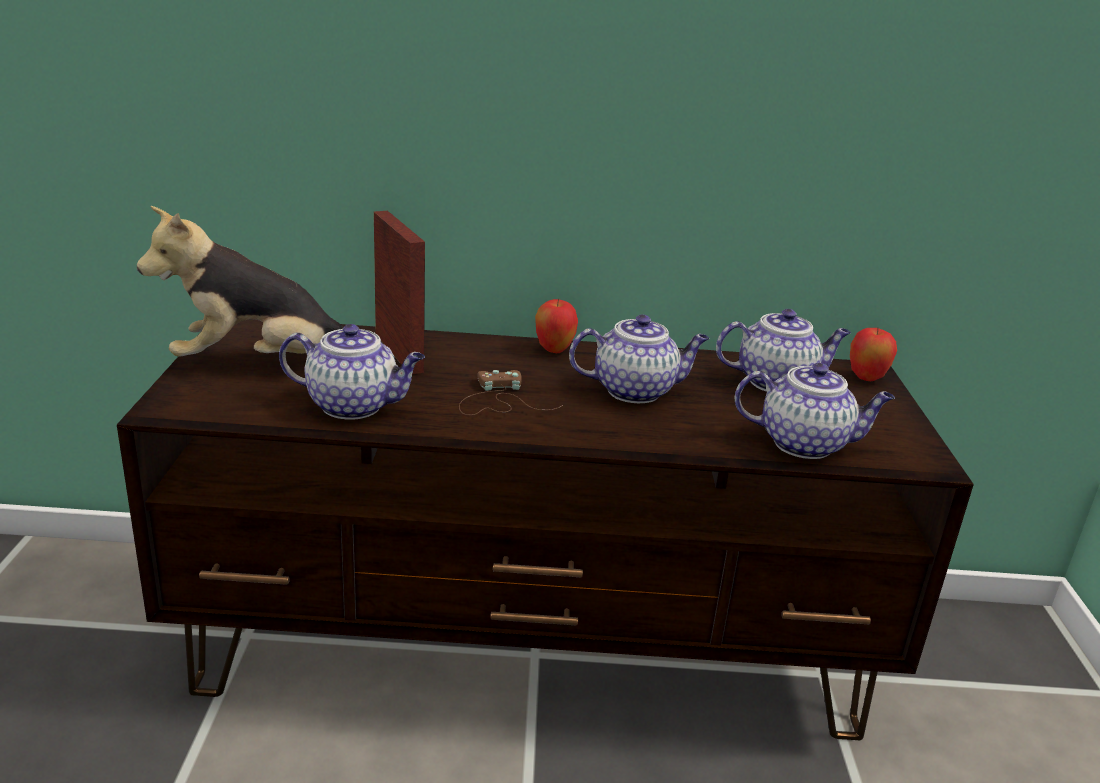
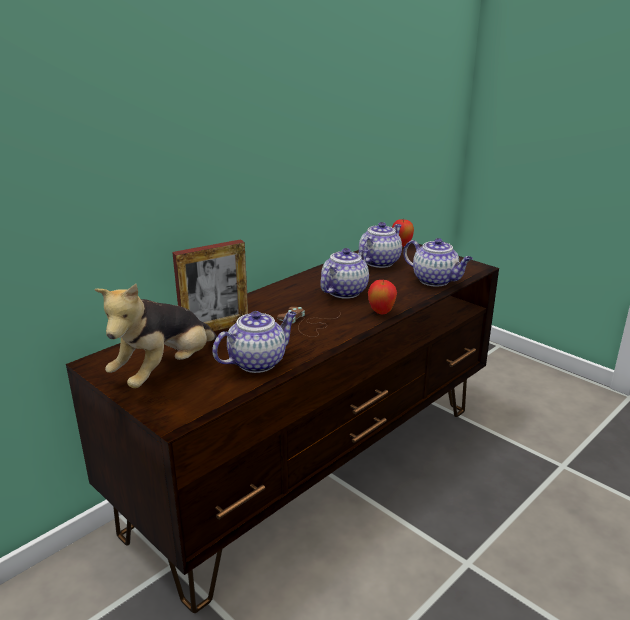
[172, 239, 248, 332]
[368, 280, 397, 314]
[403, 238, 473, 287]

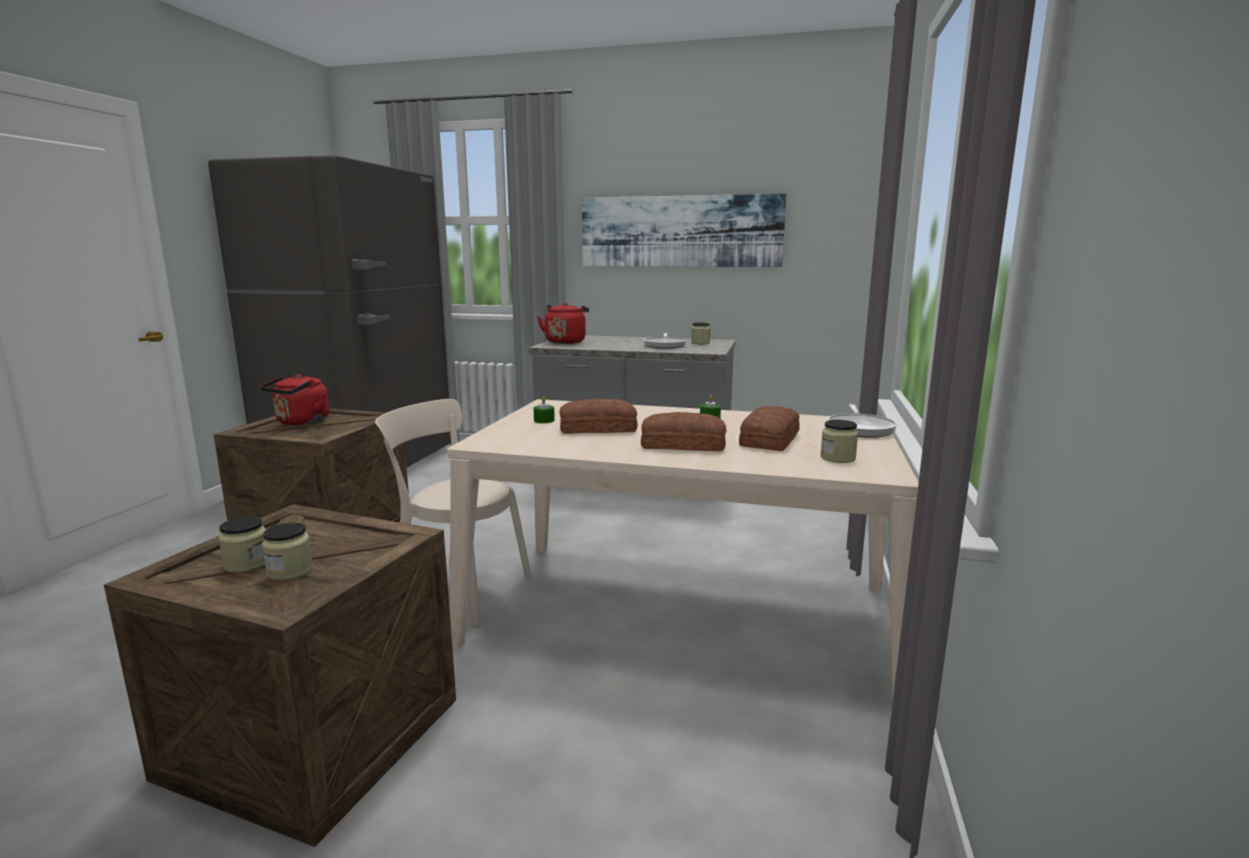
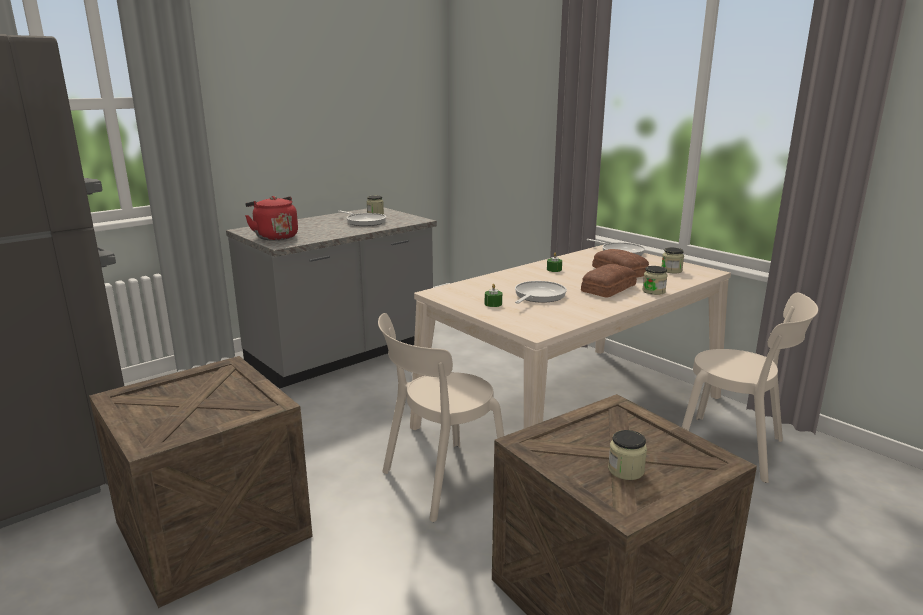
[260, 374, 329, 426] (first image)
[642, 266, 667, 295]
[515, 281, 567, 303]
[582, 194, 786, 267] (first image)
[682, 293, 818, 483]

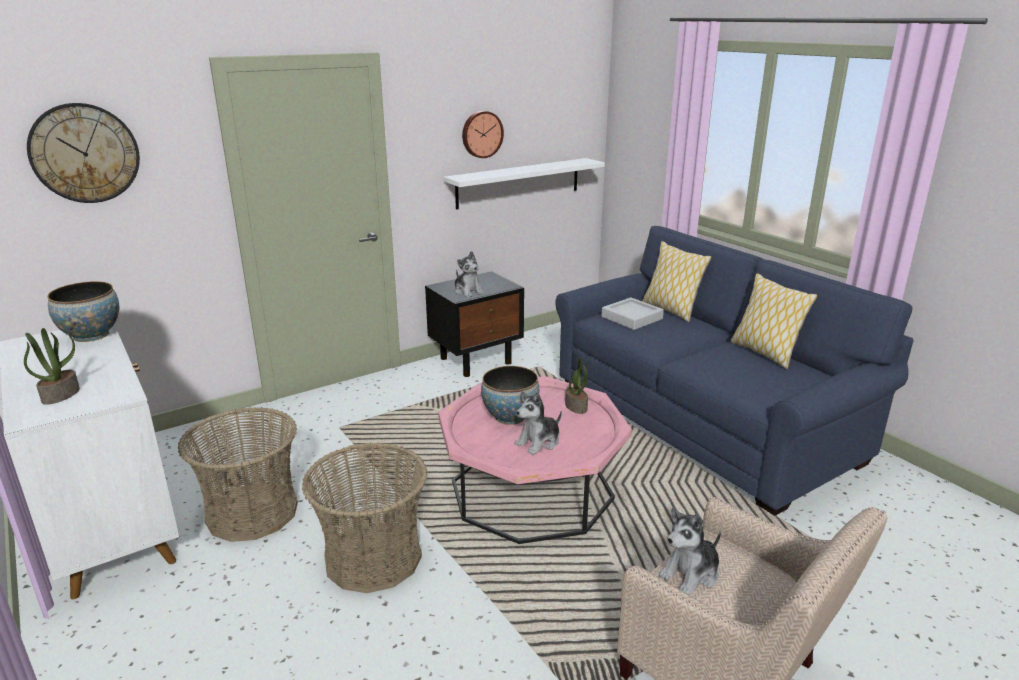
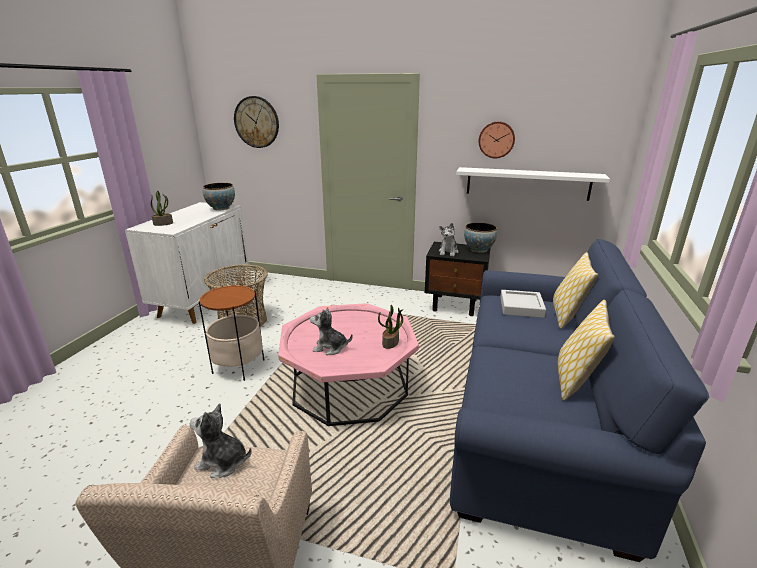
[199, 285, 265, 381]
[464, 223, 497, 253]

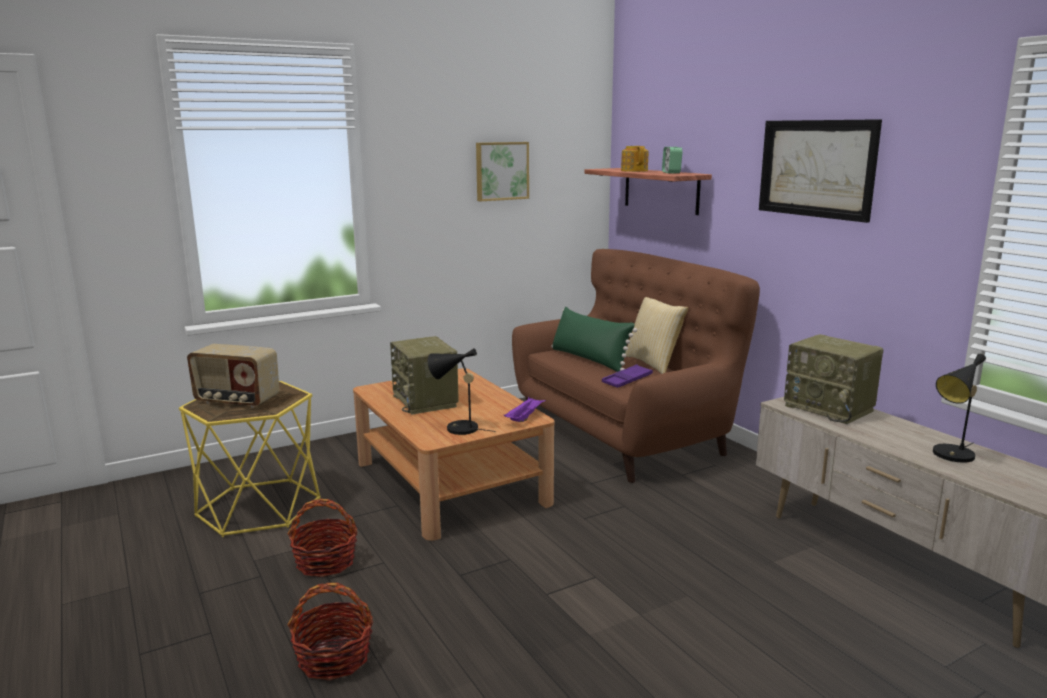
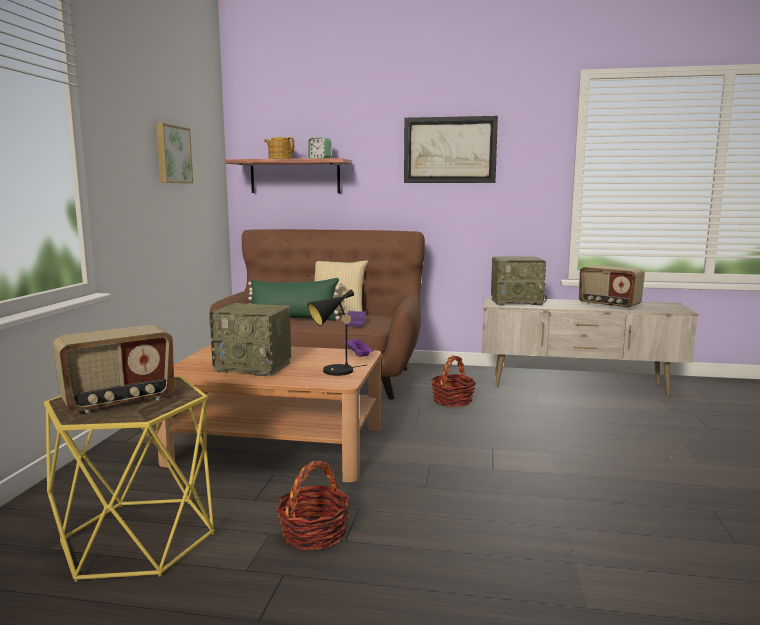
[431, 355, 476, 407]
[579, 265, 645, 309]

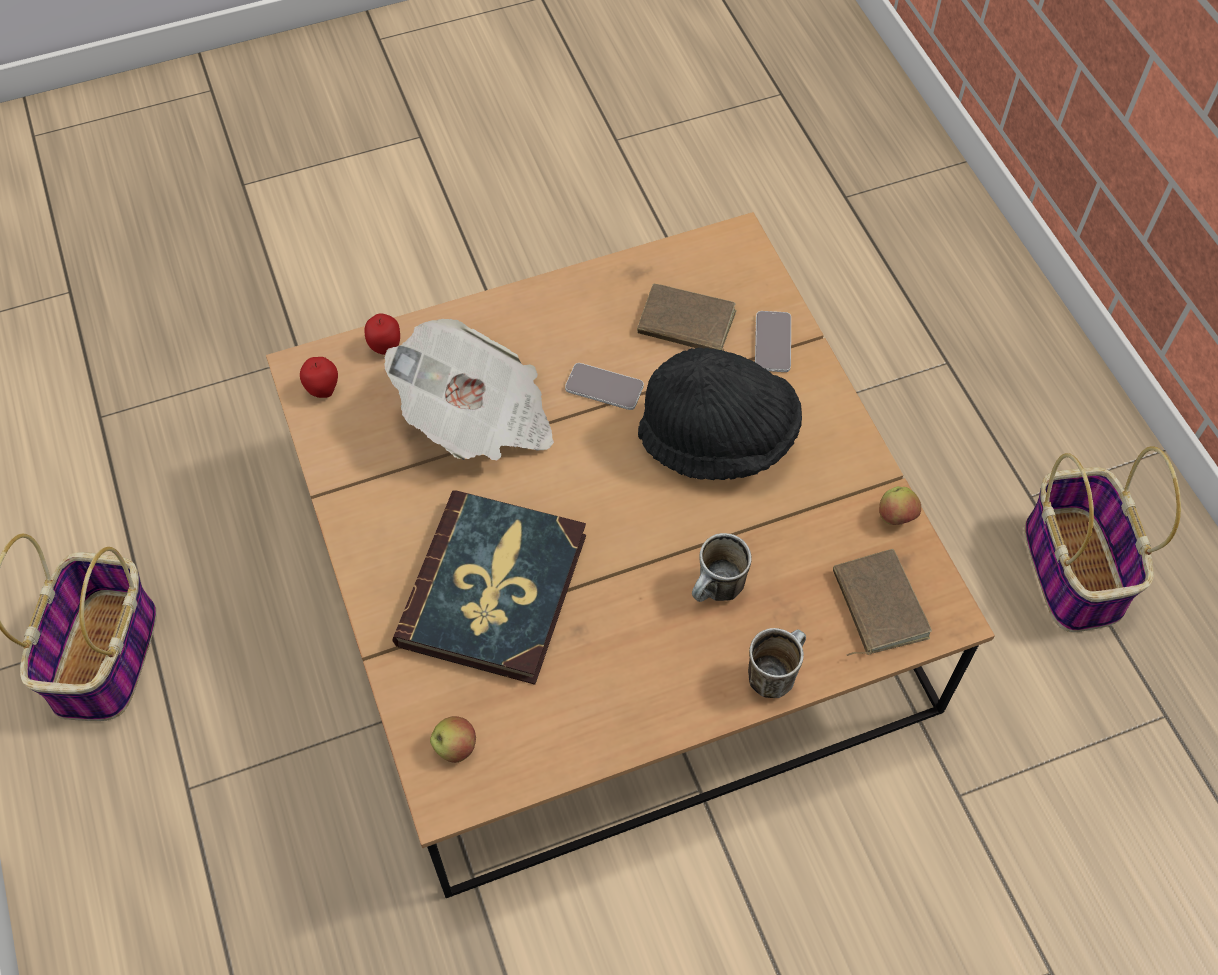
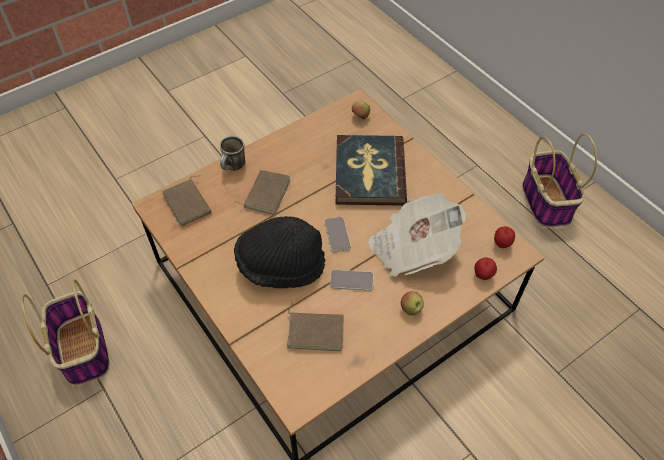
[234, 170, 291, 215]
[325, 217, 351, 252]
[401, 291, 424, 315]

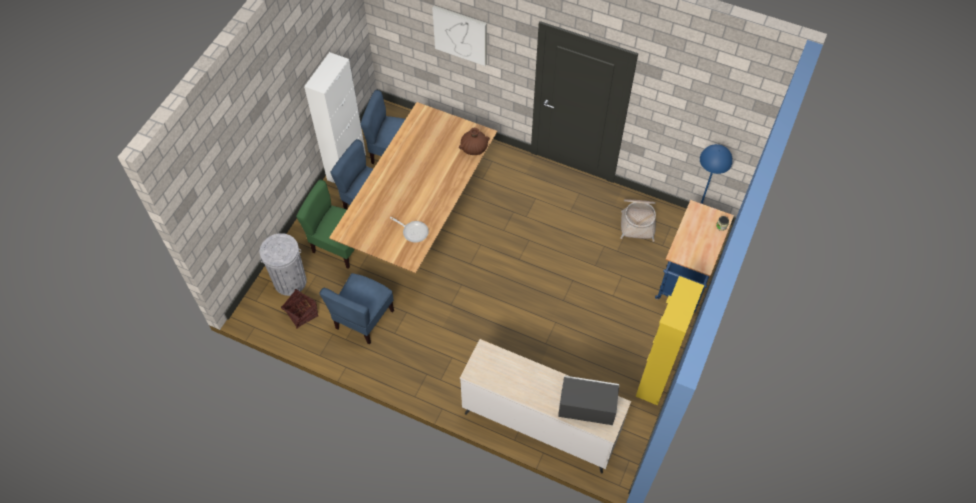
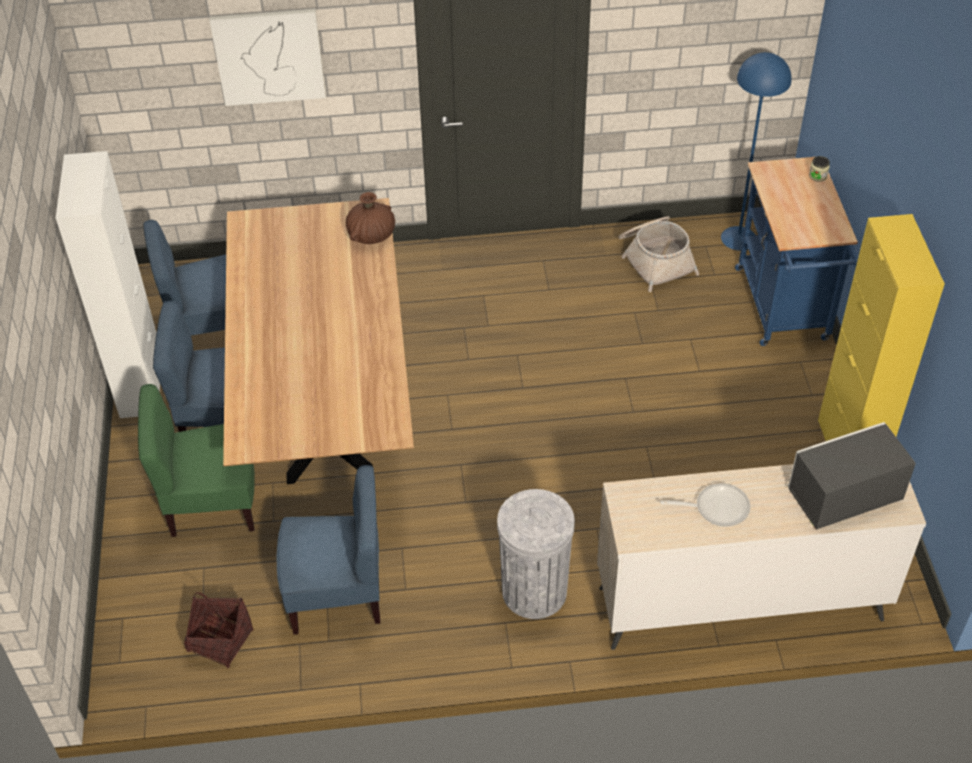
[497, 489, 575, 619]
[277, 465, 380, 635]
[660, 483, 751, 527]

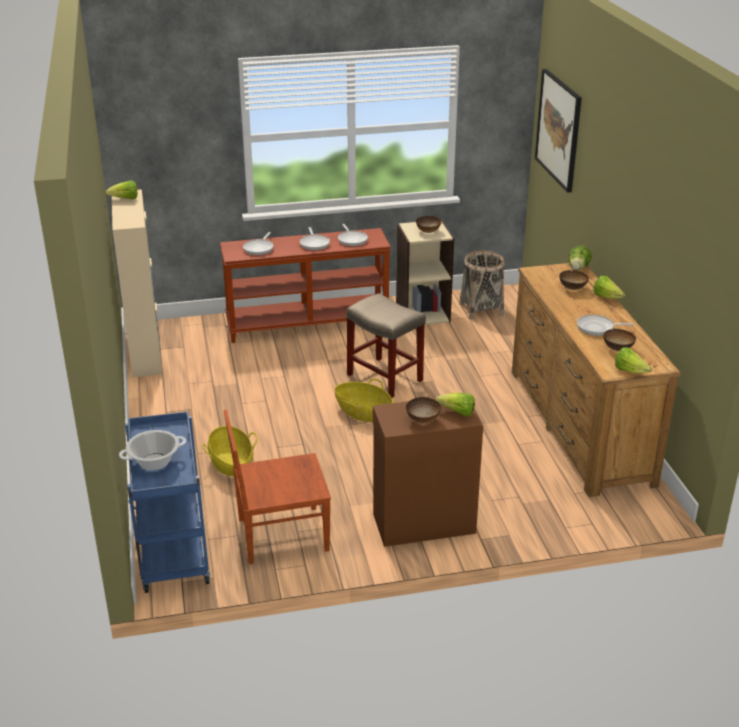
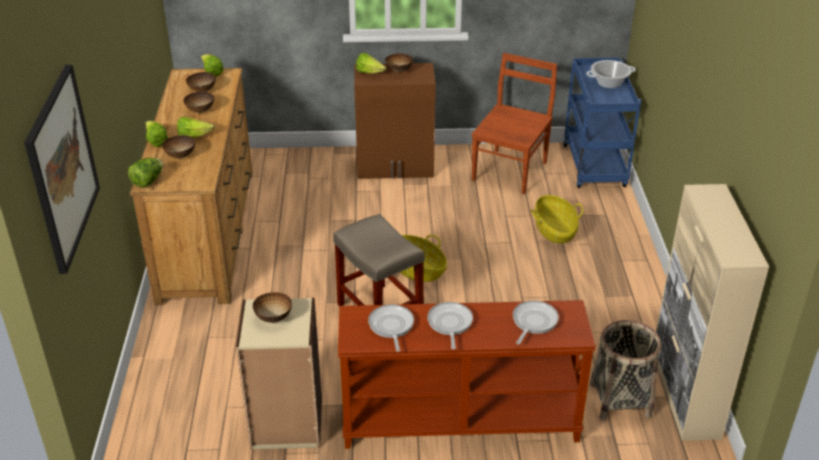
[177, 117, 215, 138]
[472, 53, 557, 194]
[590, 320, 662, 420]
[183, 91, 214, 113]

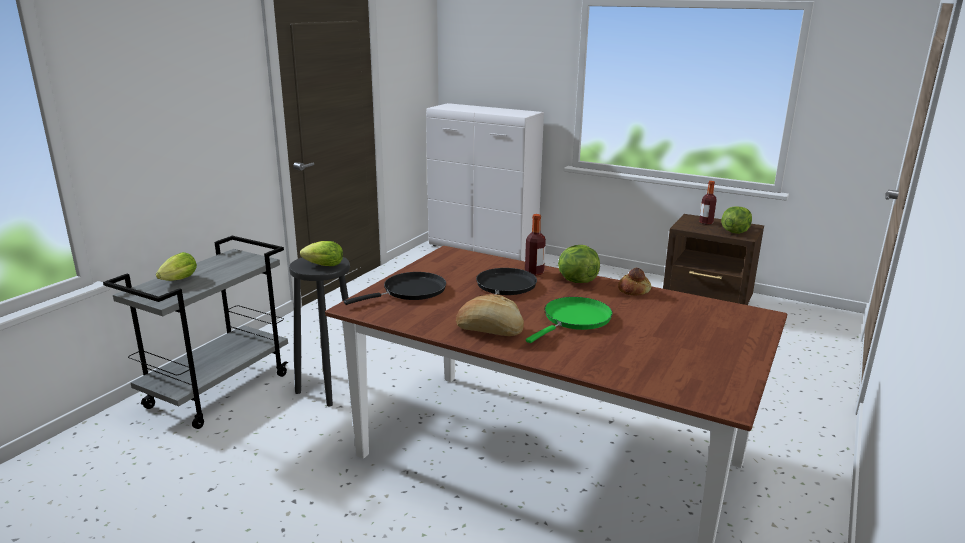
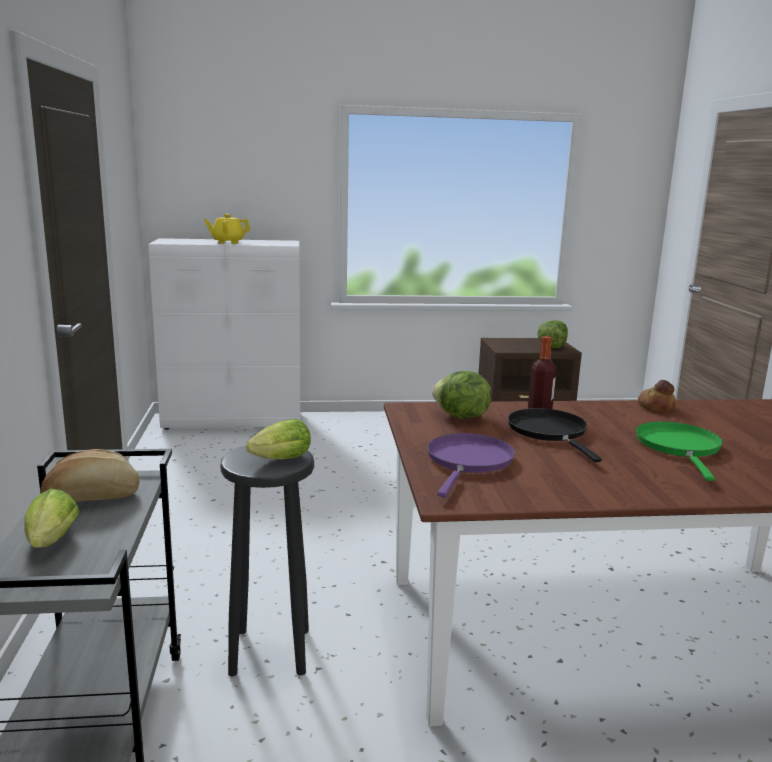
[427, 433, 515, 497]
[40, 449, 139, 502]
[432, 371, 491, 419]
[699, 181, 717, 225] (first image)
[204, 214, 250, 244]

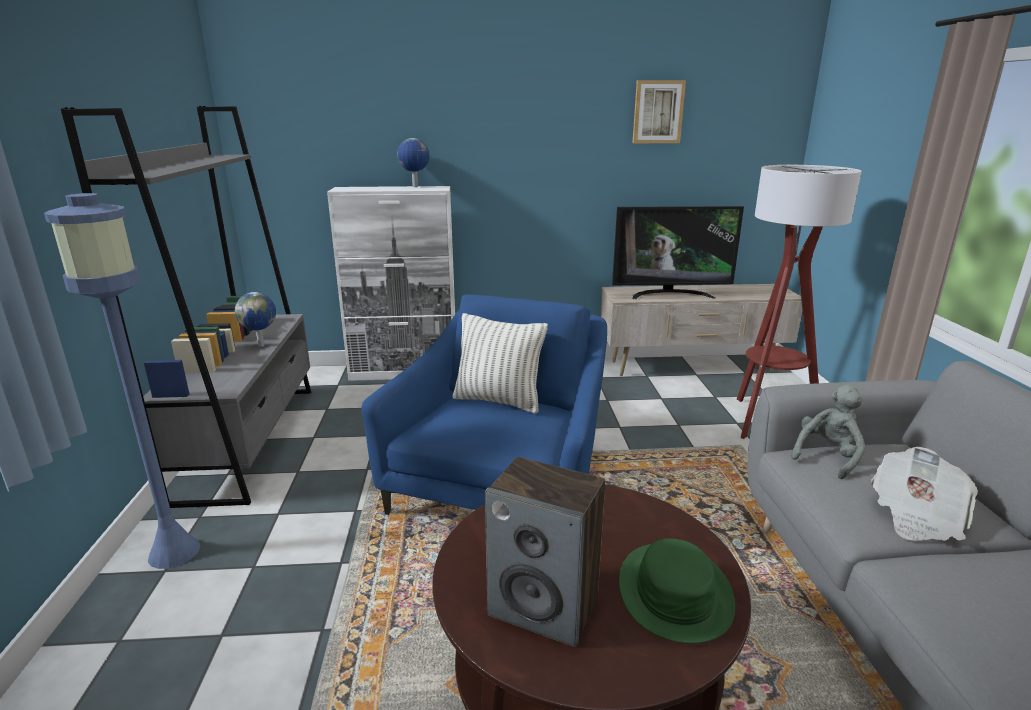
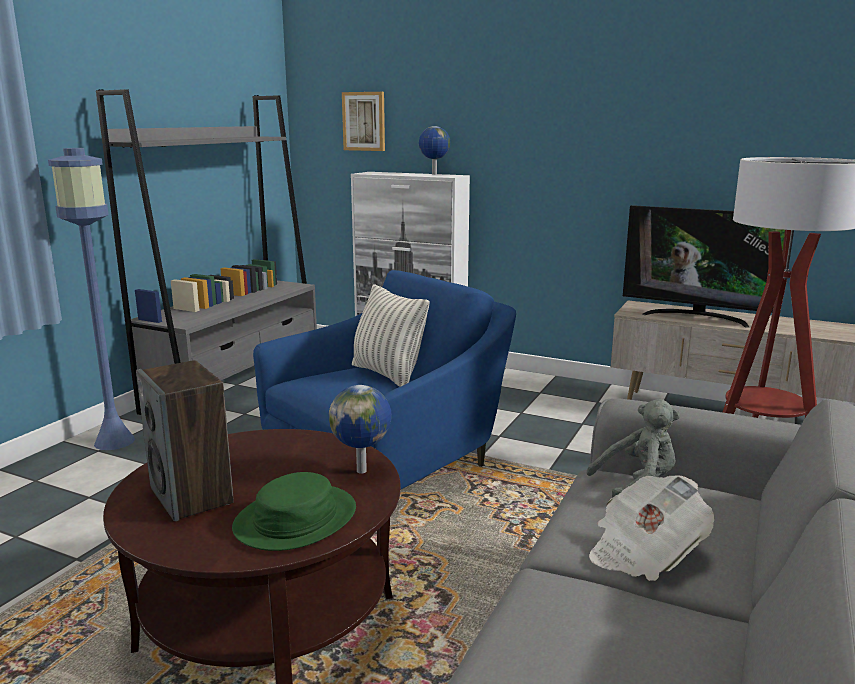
[328, 385, 392, 474]
[342, 92, 385, 151]

